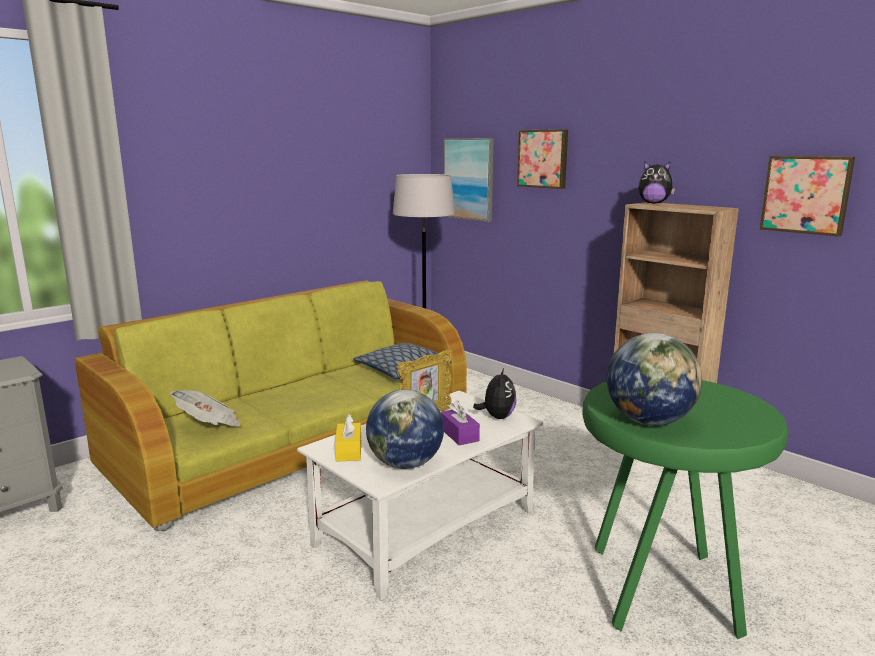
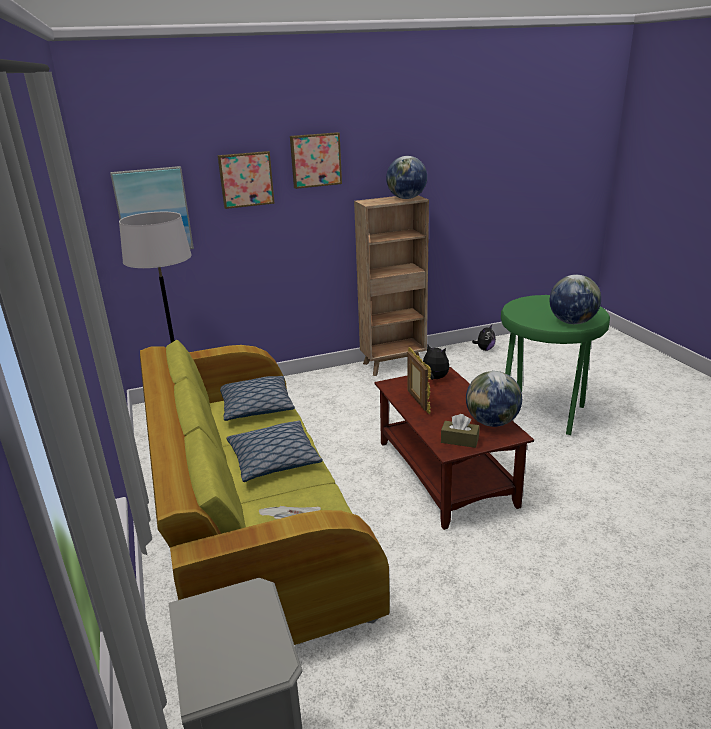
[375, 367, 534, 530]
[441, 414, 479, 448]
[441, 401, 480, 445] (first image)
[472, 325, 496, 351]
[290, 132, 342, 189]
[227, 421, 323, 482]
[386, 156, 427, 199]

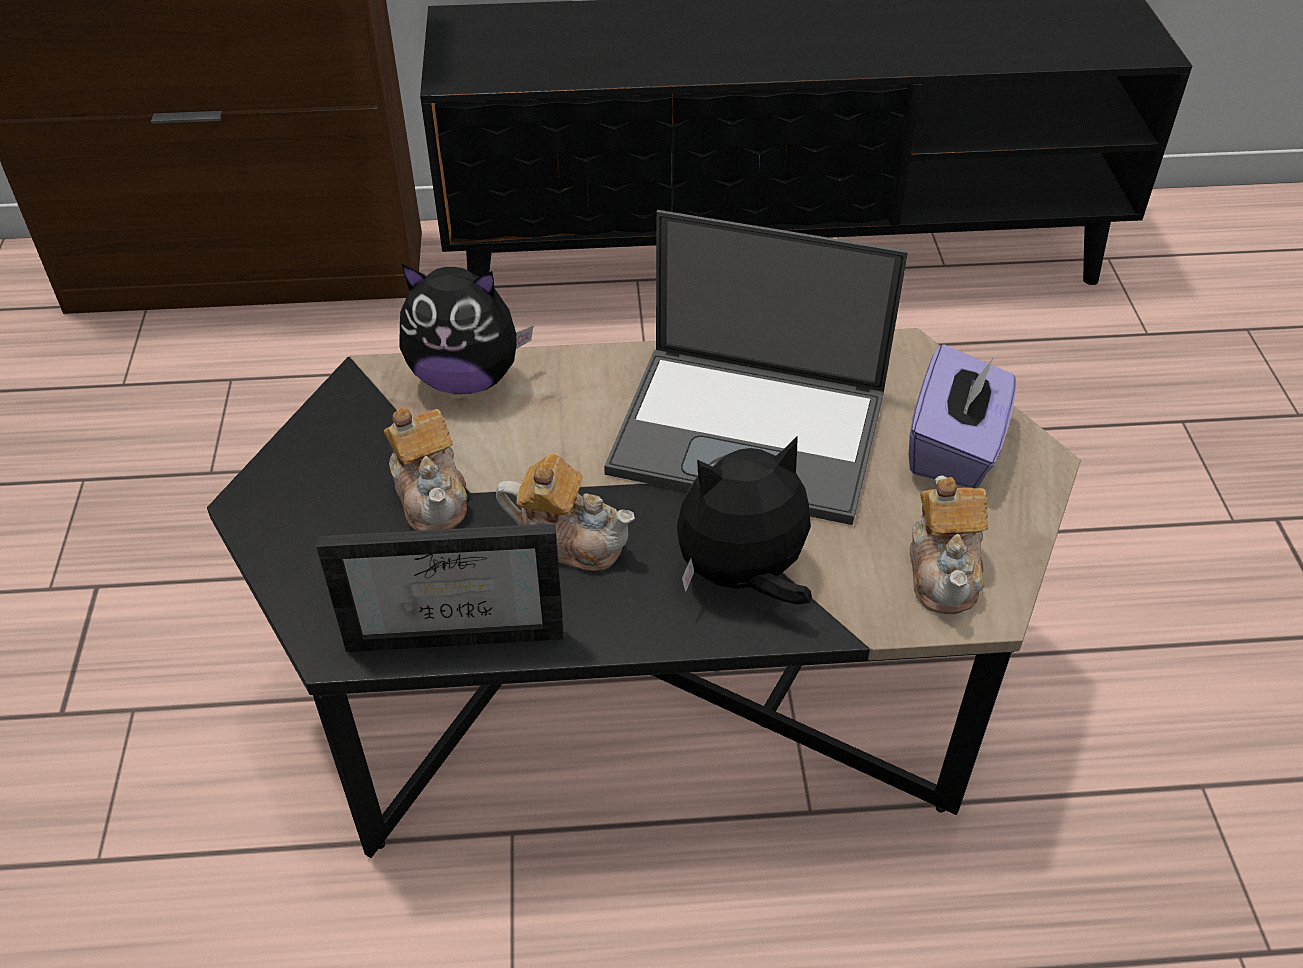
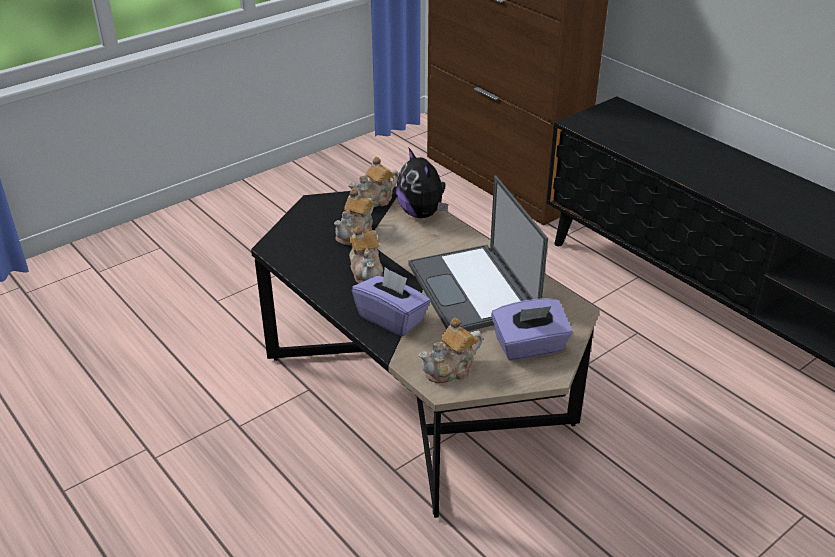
[316, 523, 564, 652] (first image)
[352, 267, 431, 336]
[348, 157, 399, 208]

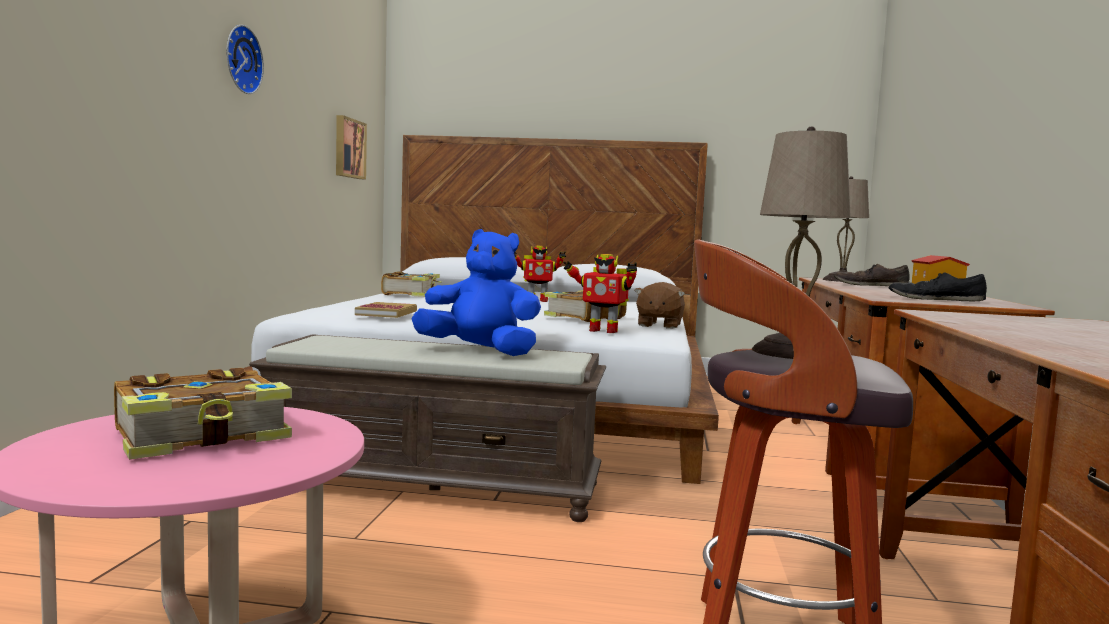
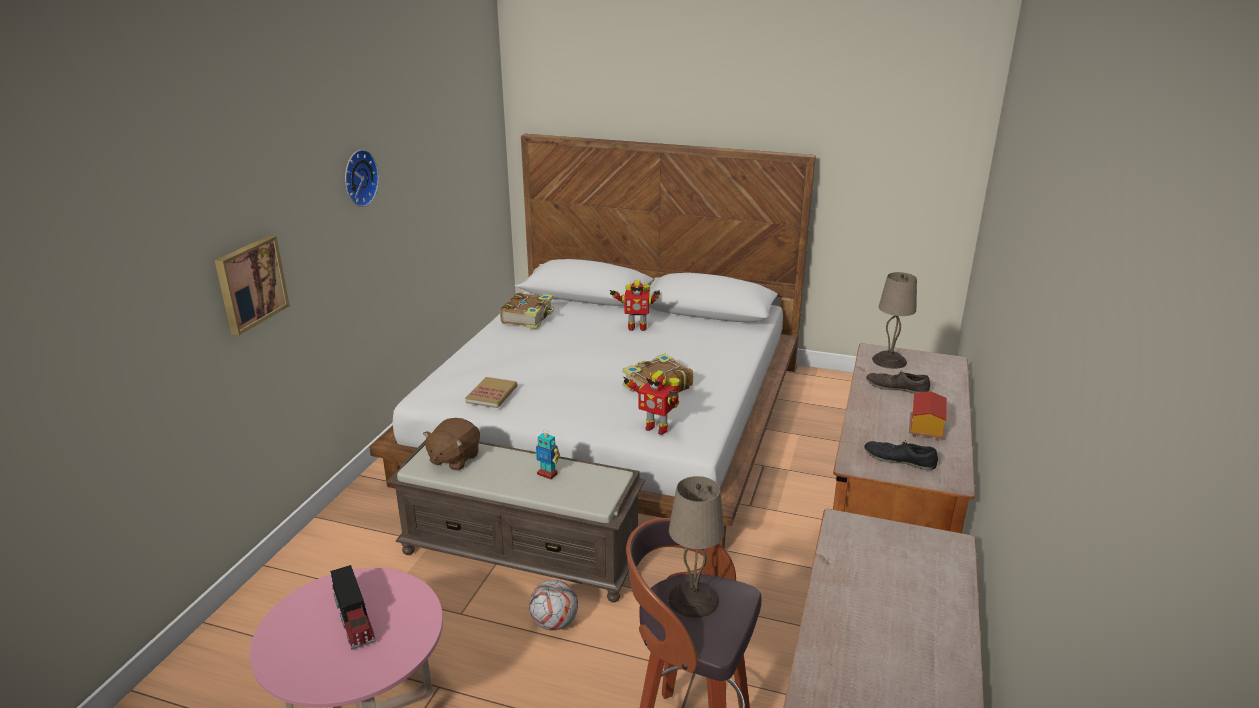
[330, 565, 376, 650]
[215, 235, 290, 335]
[535, 429, 560, 479]
[423, 418, 480, 471]
[529, 580, 578, 631]

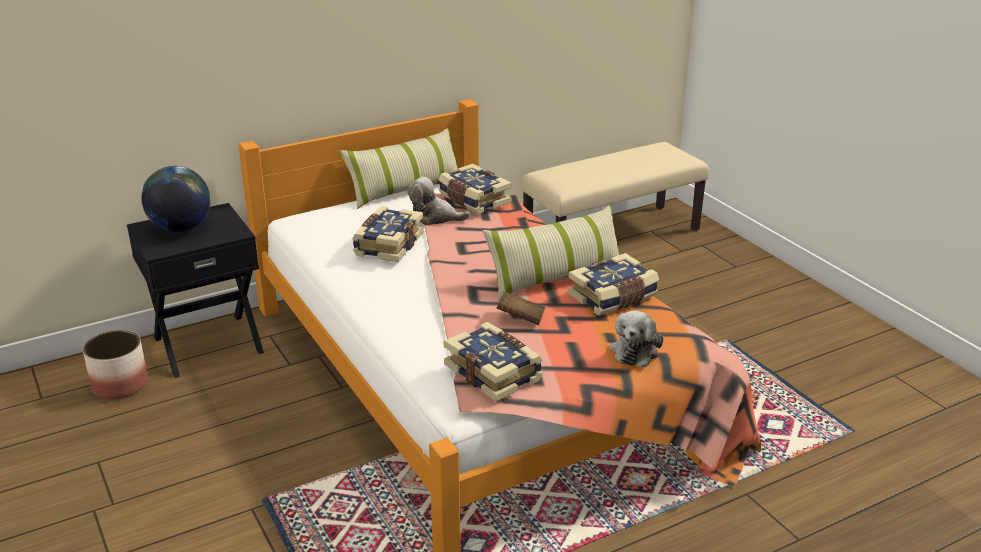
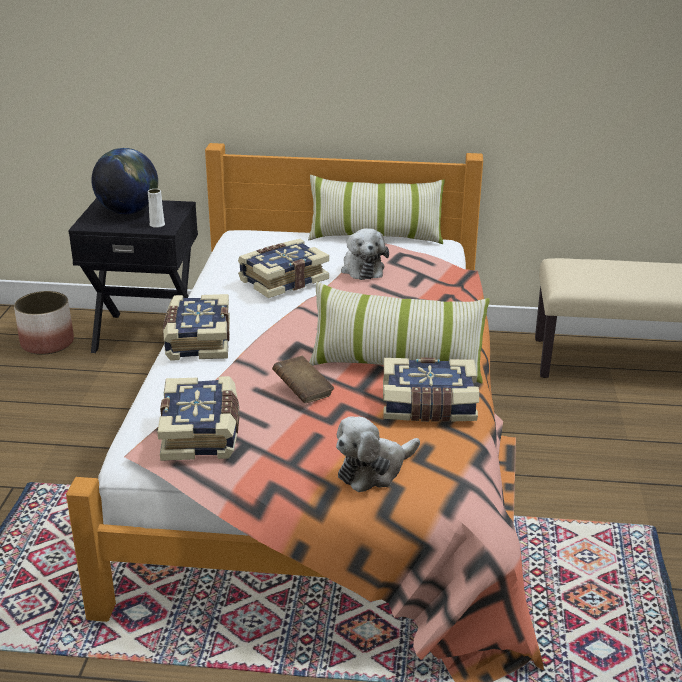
[341, 228, 389, 280]
[163, 294, 230, 361]
[148, 189, 165, 228]

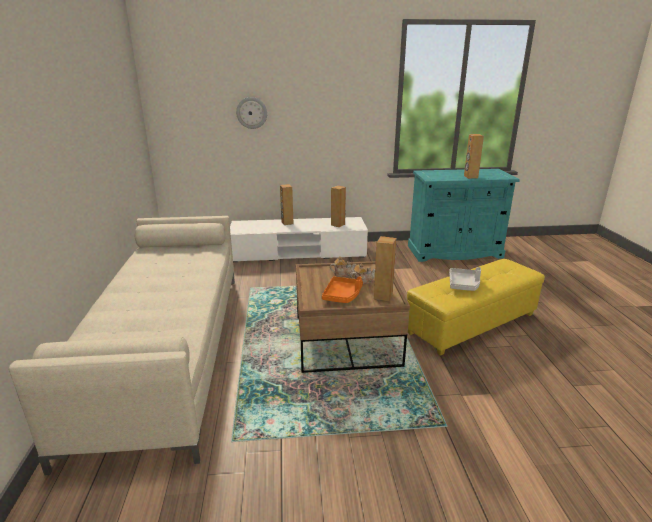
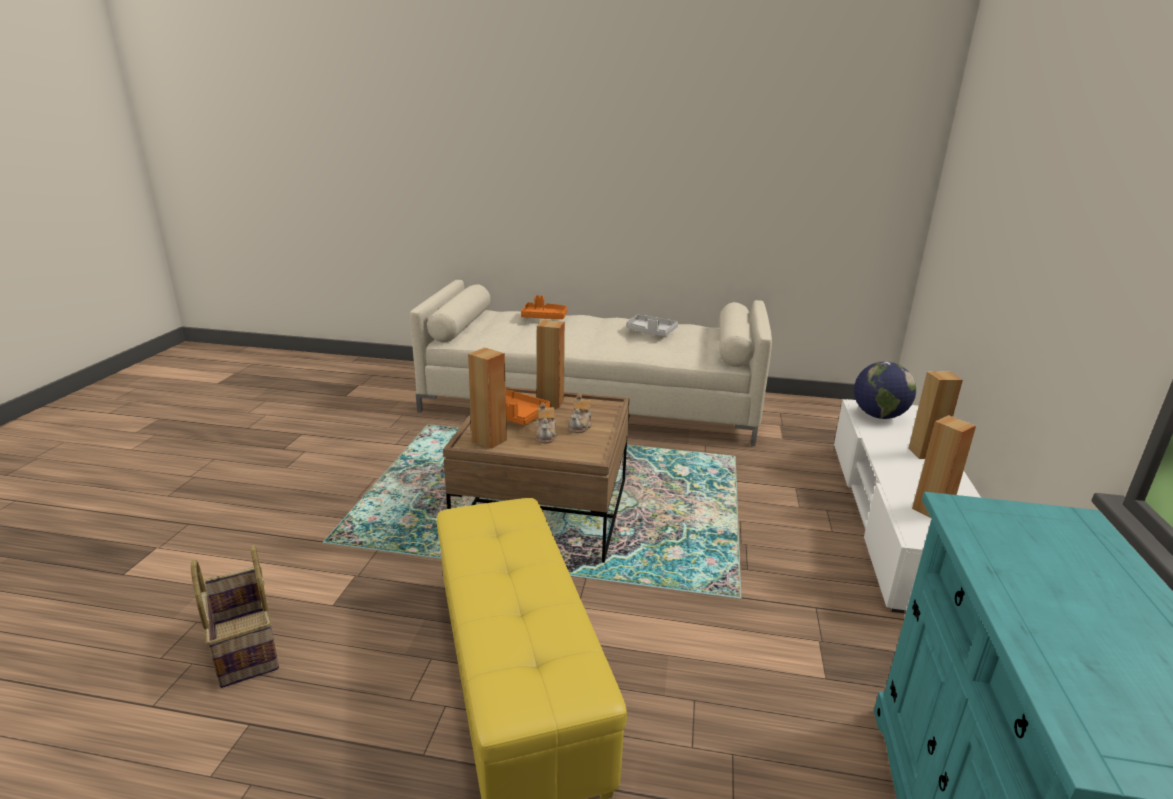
[236, 97, 267, 129] (first image)
[626, 315, 678, 336]
[537, 320, 565, 408]
[191, 545, 279, 688]
[521, 295, 567, 319]
[854, 361, 916, 419]

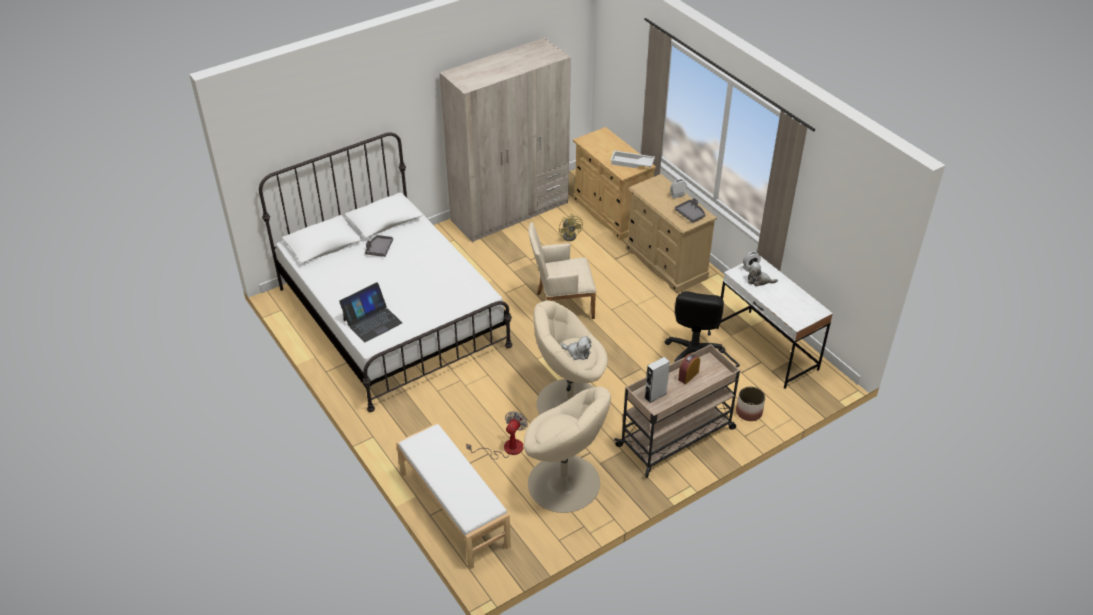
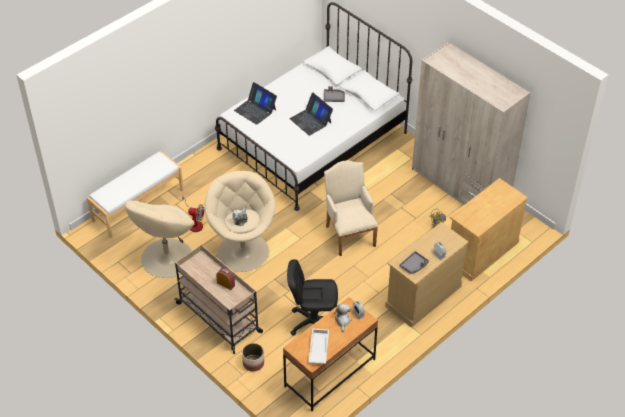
[309, 328, 329, 364]
[644, 356, 670, 403] (first image)
[283, 297, 378, 411]
[290, 93, 333, 136]

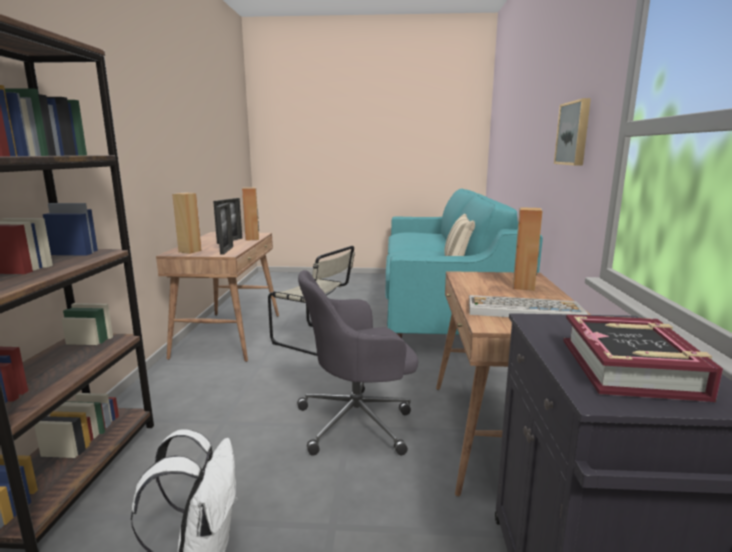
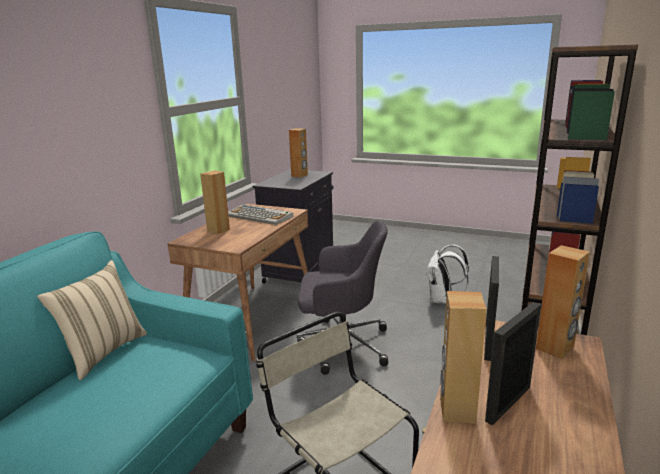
[554, 98, 591, 166] (first image)
[289, 128, 308, 178]

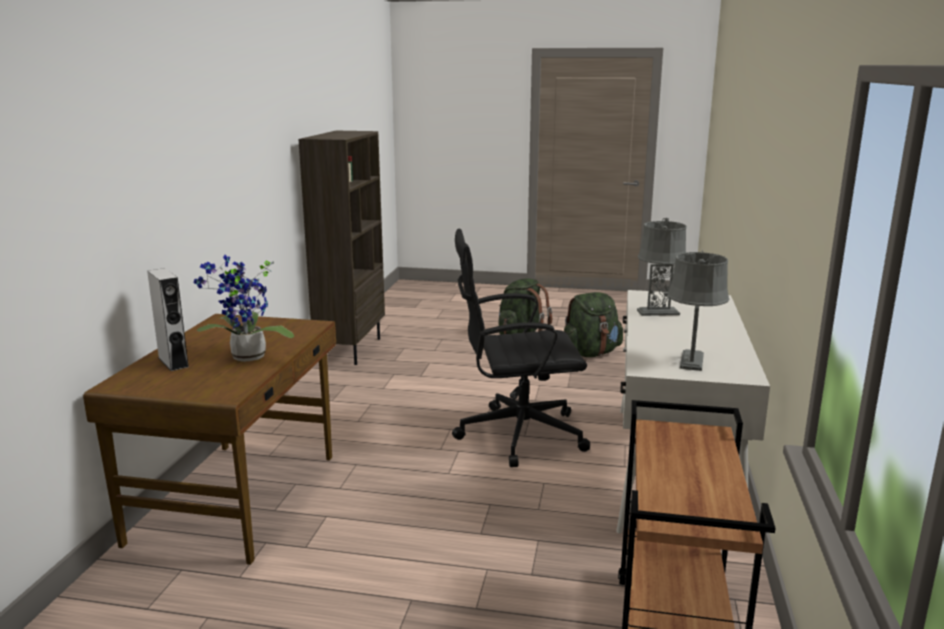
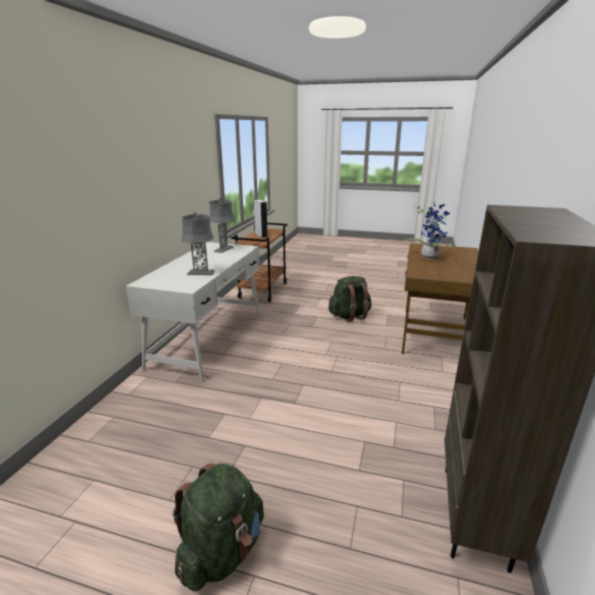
[254, 200, 268, 238]
[452, 229, 590, 467] (first image)
[328, 276, 372, 322]

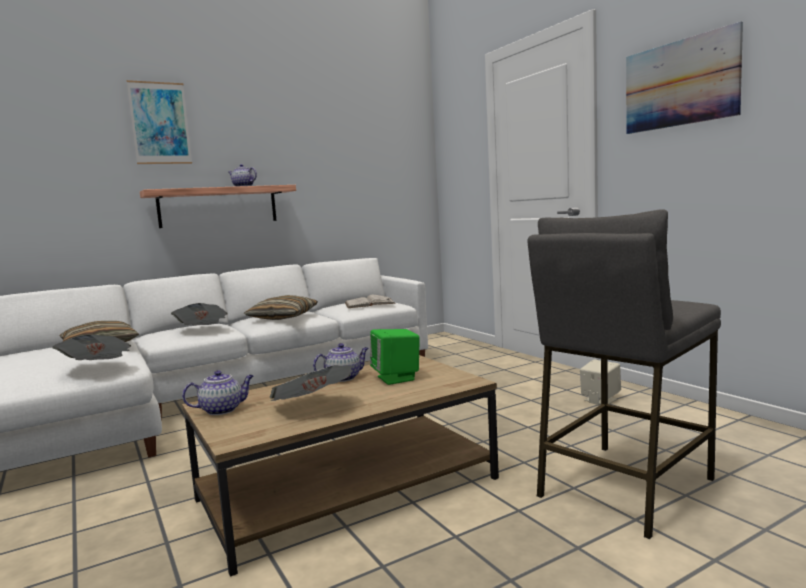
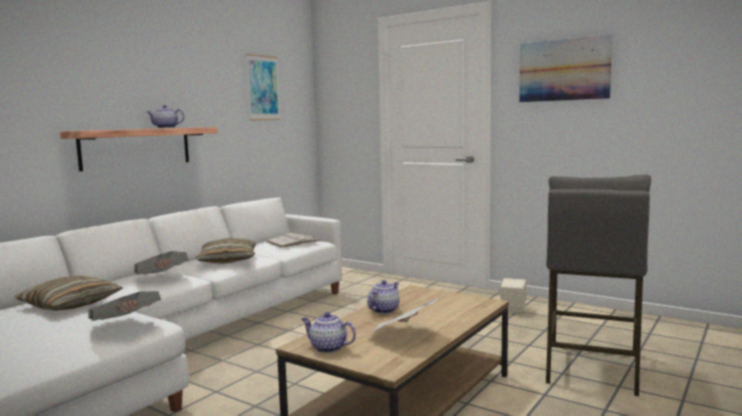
[246, 54, 281, 120]
[301, 312, 356, 353]
[370, 329, 420, 385] (first image)

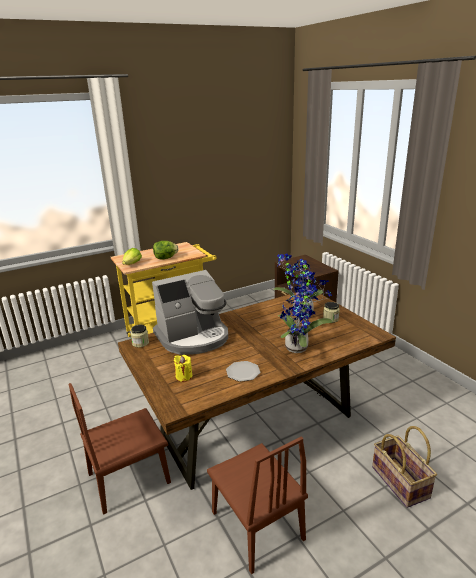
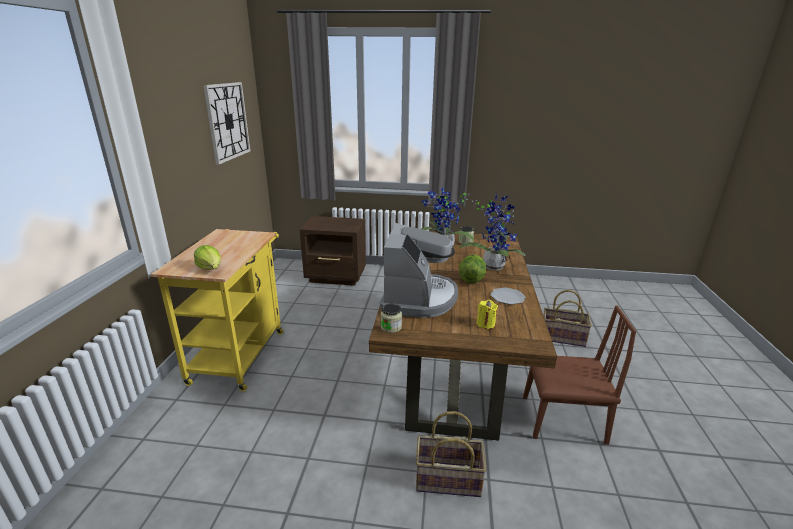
[416, 411, 487, 497]
[459, 255, 486, 283]
[203, 82, 250, 165]

